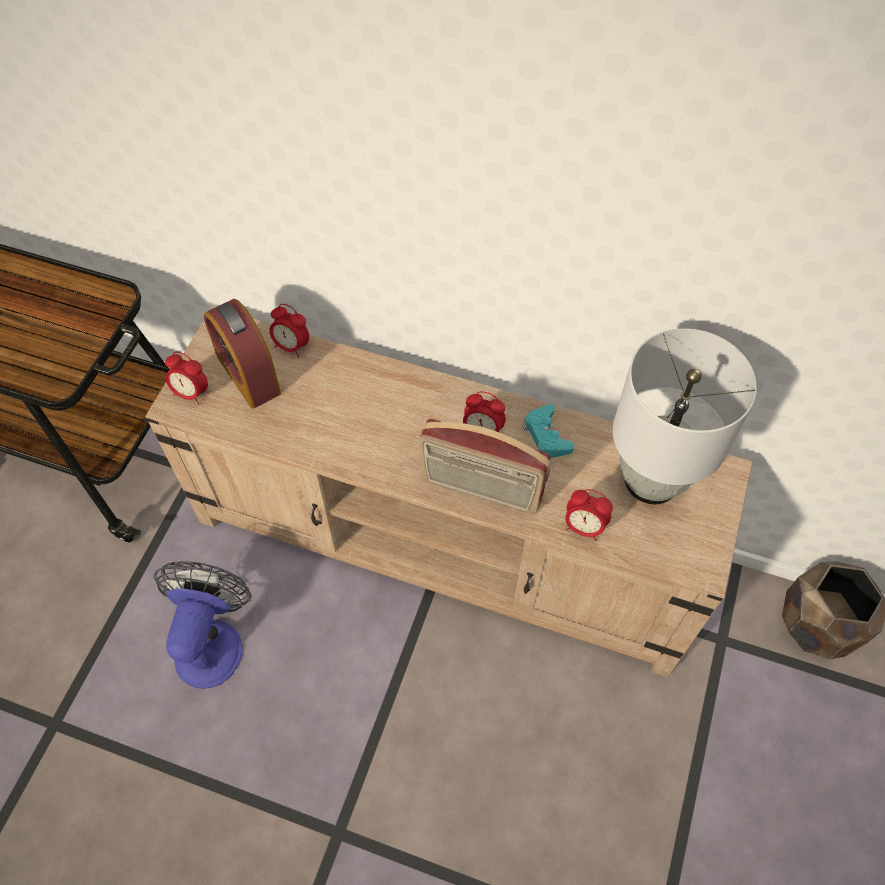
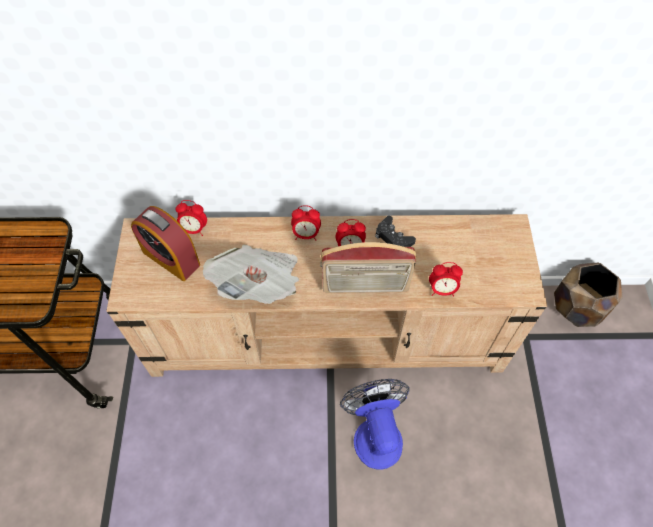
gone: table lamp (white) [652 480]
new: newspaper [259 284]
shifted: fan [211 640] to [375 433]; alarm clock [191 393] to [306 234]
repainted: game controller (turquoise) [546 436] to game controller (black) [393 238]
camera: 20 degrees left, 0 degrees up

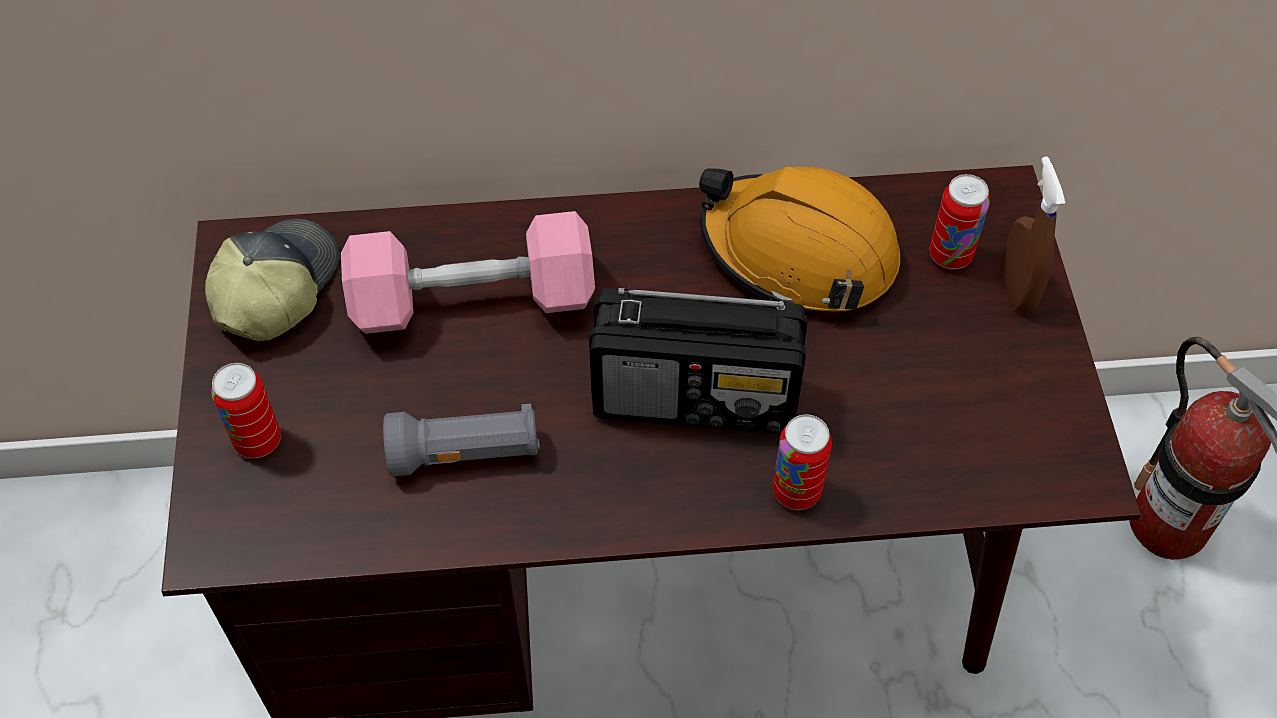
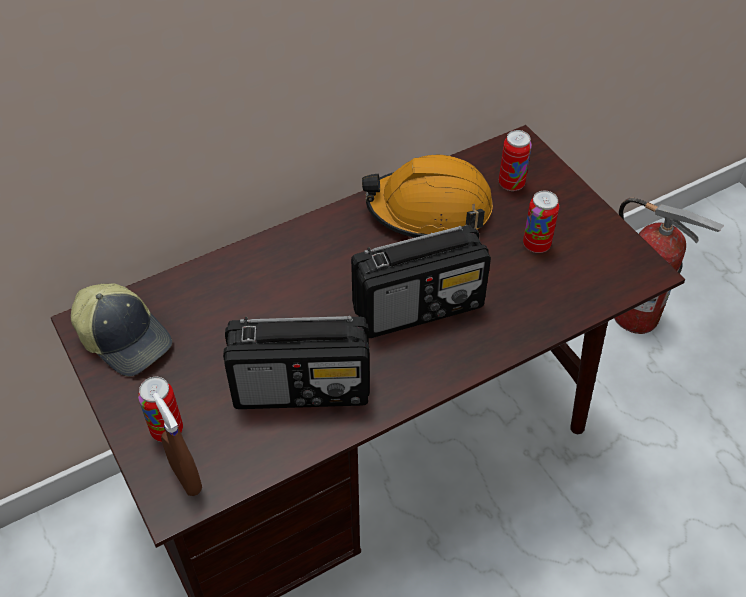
gone: dumbbell (pink) [473 300]
shifted: can [796 491] to [536 245]; spray bottle (brown) [1016 289] to [186 478]
swapped: flashlight (grey) [466 454] to radio [303 388]
rotated: cap [274 288] = [125 338] 135 degrees clockwise
camera: 25 degrees left, 5 degrees down

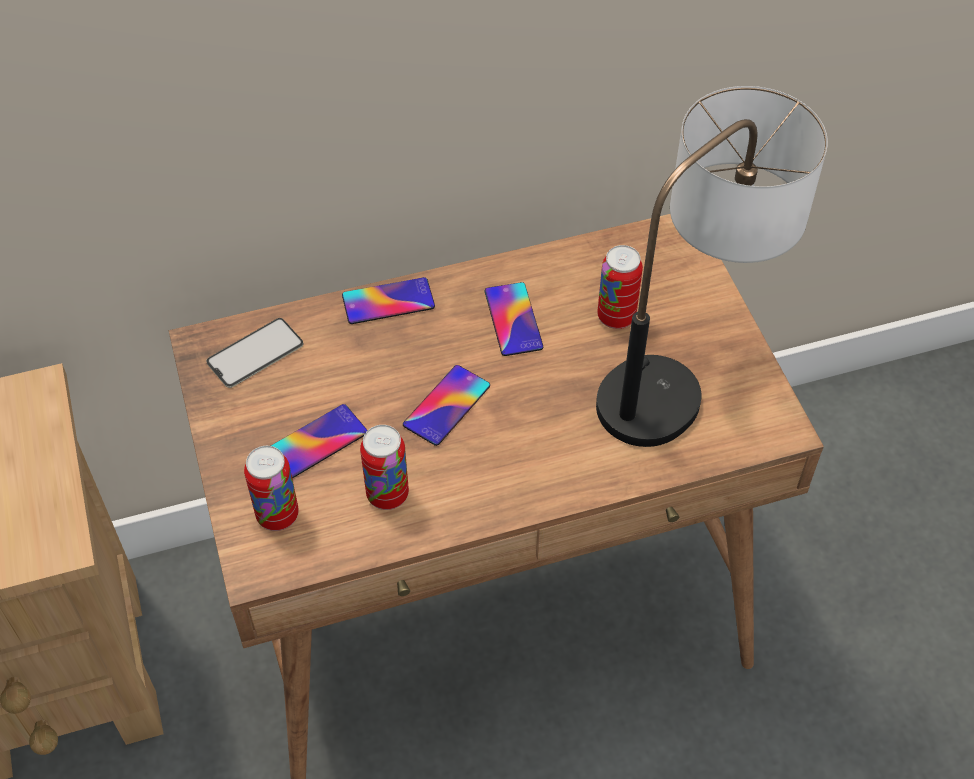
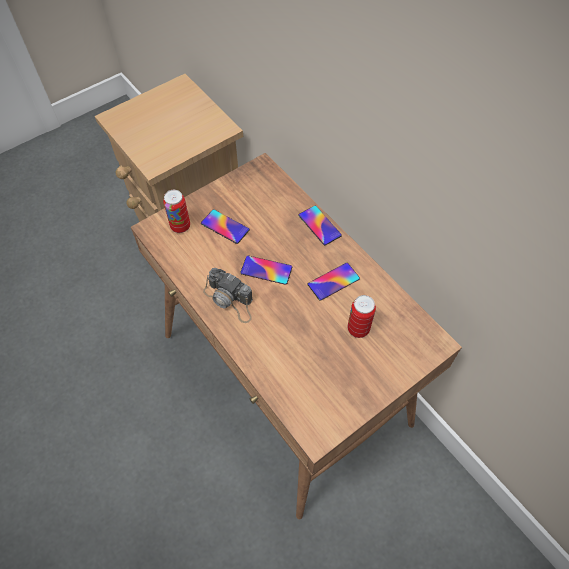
gone: phone [255 353]; can [387 494]; table lamp [684 373]
new: photo camera [230 300]
camera: 70 degrees right, 5 degrees up

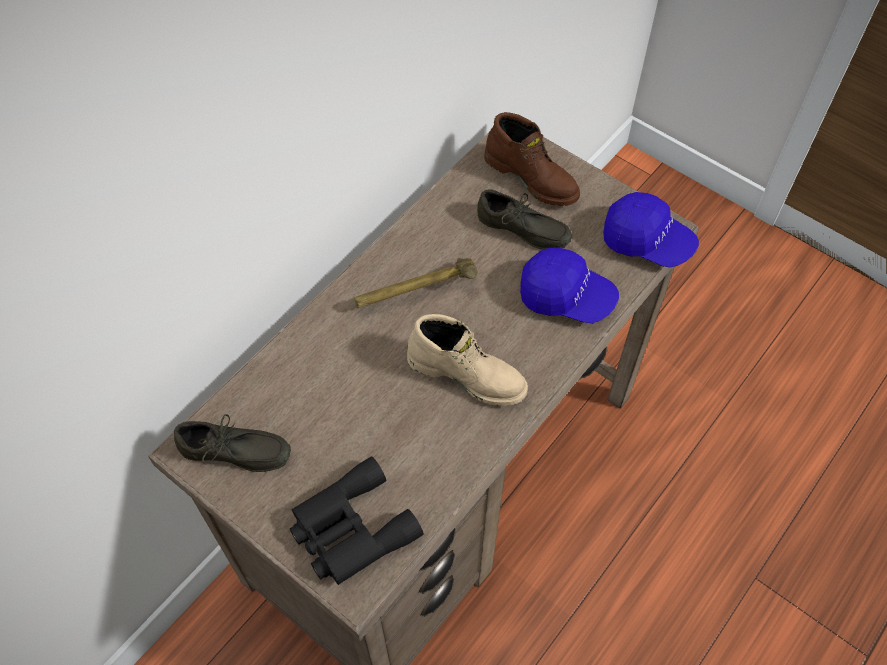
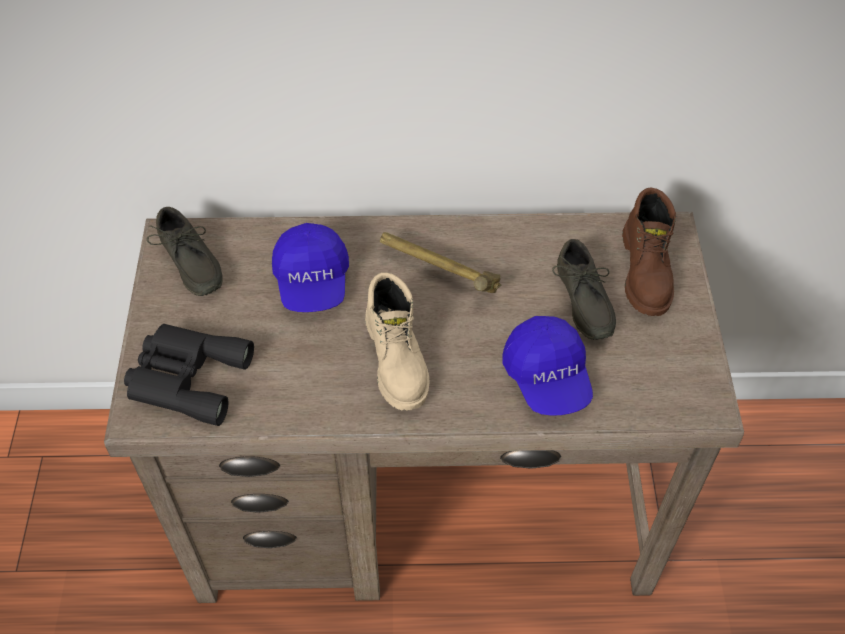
shifted: cap (blue) [647 242] to [312 282]
camera: 50 degrees right, 5 degrees down

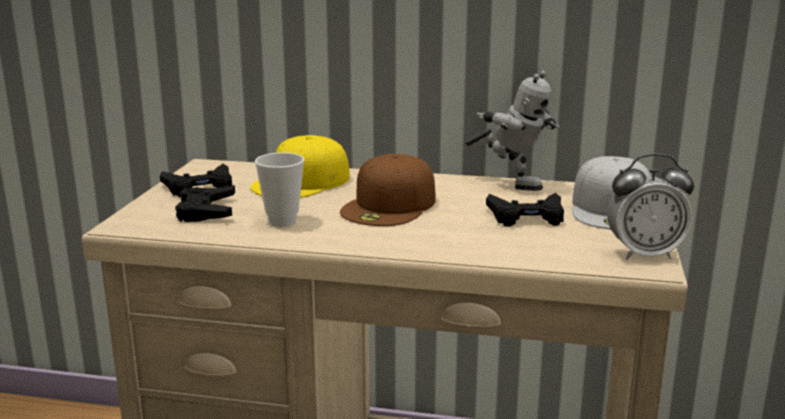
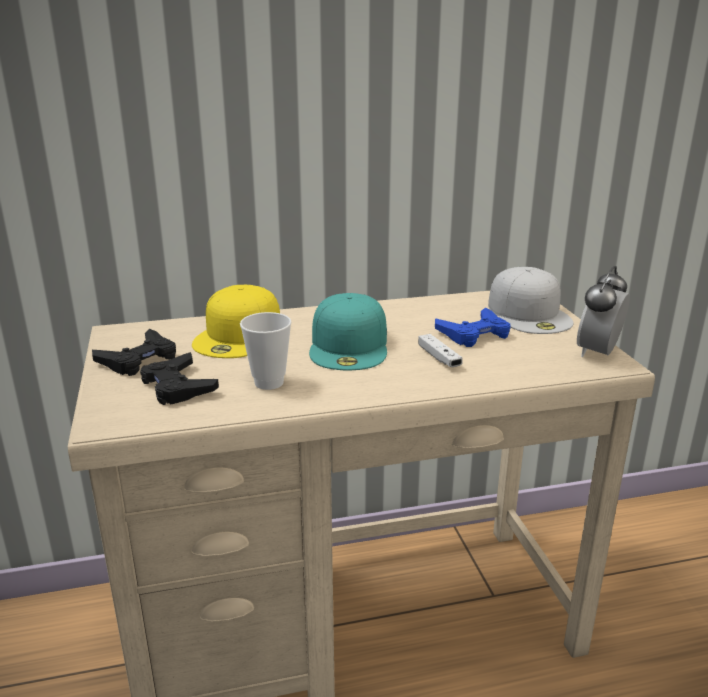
gone: toy robot [511 184]
new: game controller (white) [439 358]
repainted: cap (brown) [390 206] to cap (turquoise) [350 345]; game controller (black) [527 216] to game controller (blue) [474 334]
rotated: alarm clock [644 254] = [598 352] 150 degrees clockwise
camera: 25 degrees left, 5 degrees up

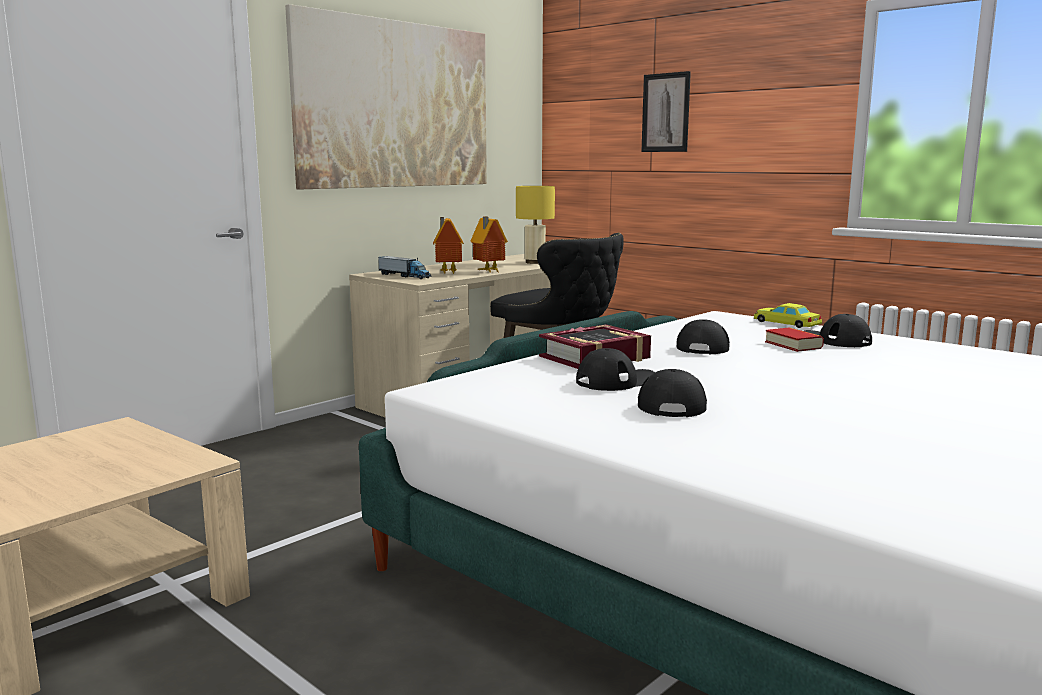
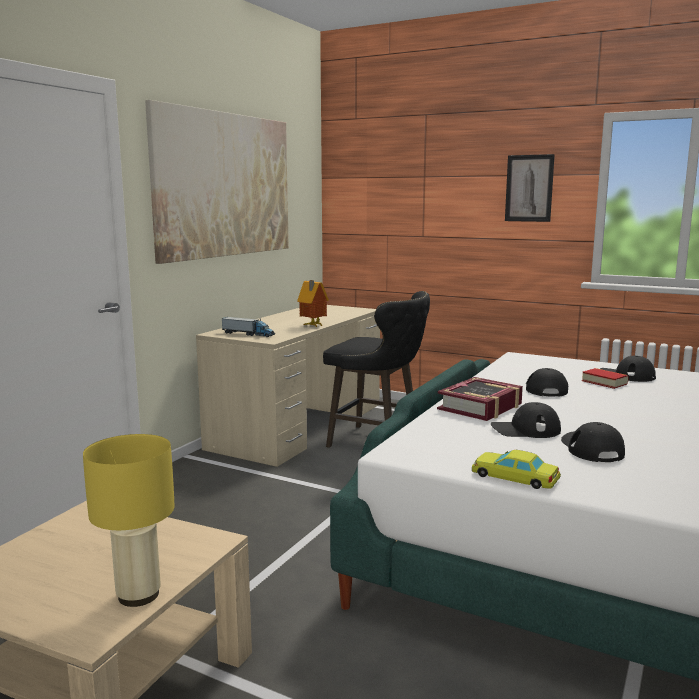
gone: toy house [447 273]
shifted: table lamp (yellow) [534 262] to [137 595]; picture [665 112] to [529 188]; toy car (yellow) [786 323] to [514 477]
rotated: cap (black) [616 381] = [525 430] 135 degrees counterclockwise
camera: 15 degrees left, 0 degrees up

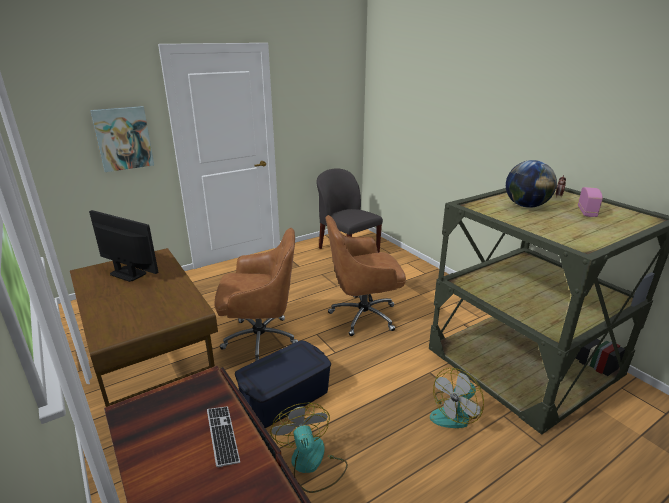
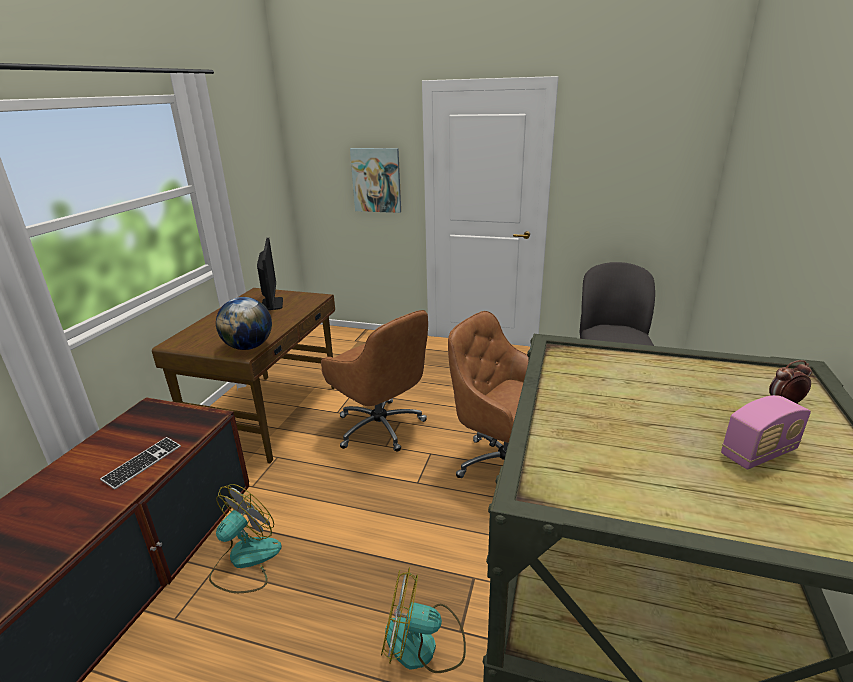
gone: storage box (blue) [284 396]
shifted: globe [526 206] to [248 347]
camera: 50 degrees right, 0 degrees up

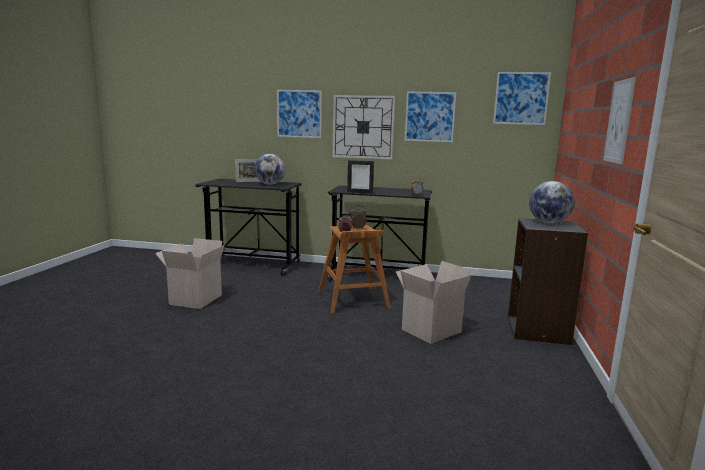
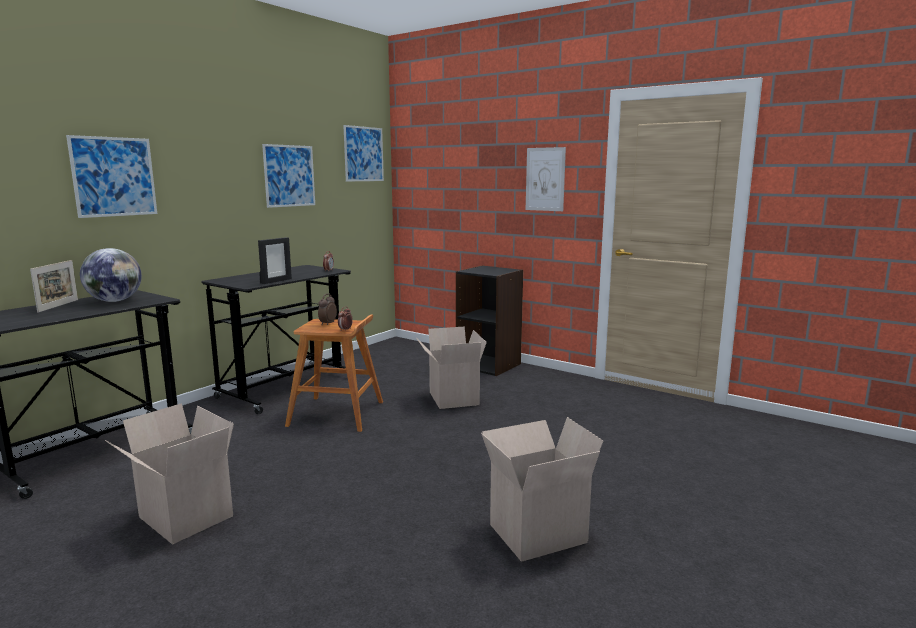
gone: wall clock [363 127]; globe [548 222]
new: cardboard box [537 532]
camera: 65 degrees left, 0 degrees up

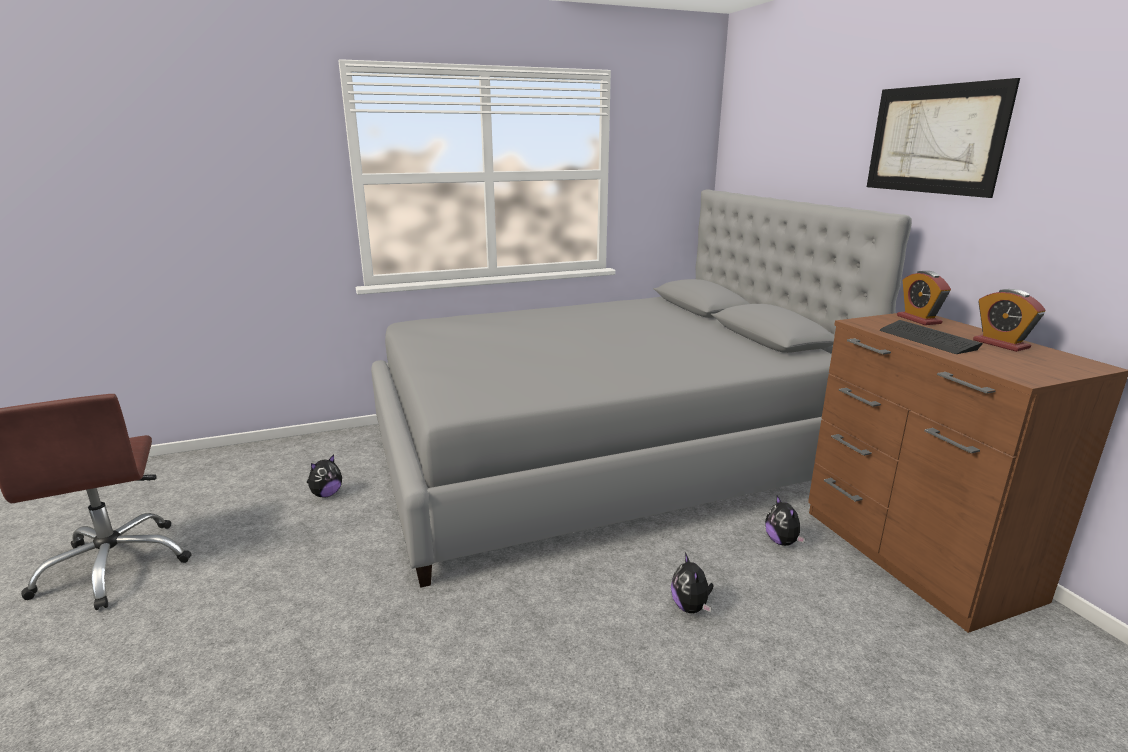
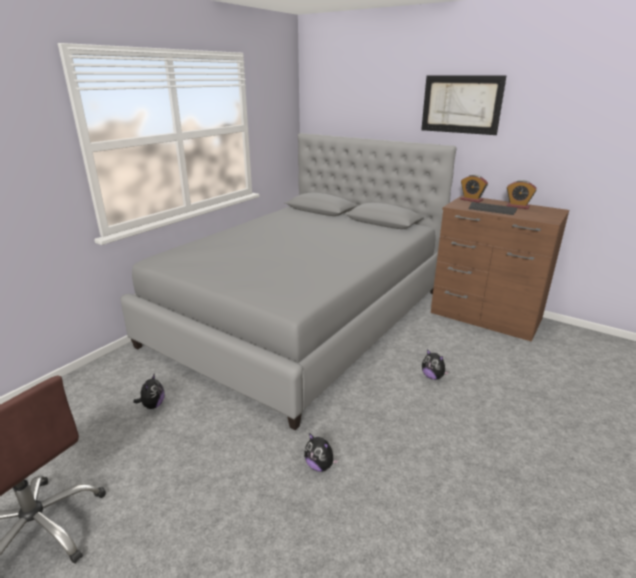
shifted: plush toy [782 542] to [320 465]
camera: 35 degrees left, 5 degrees up

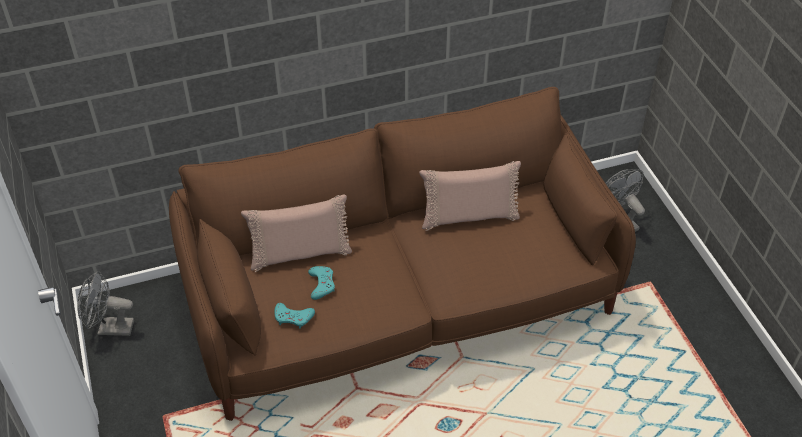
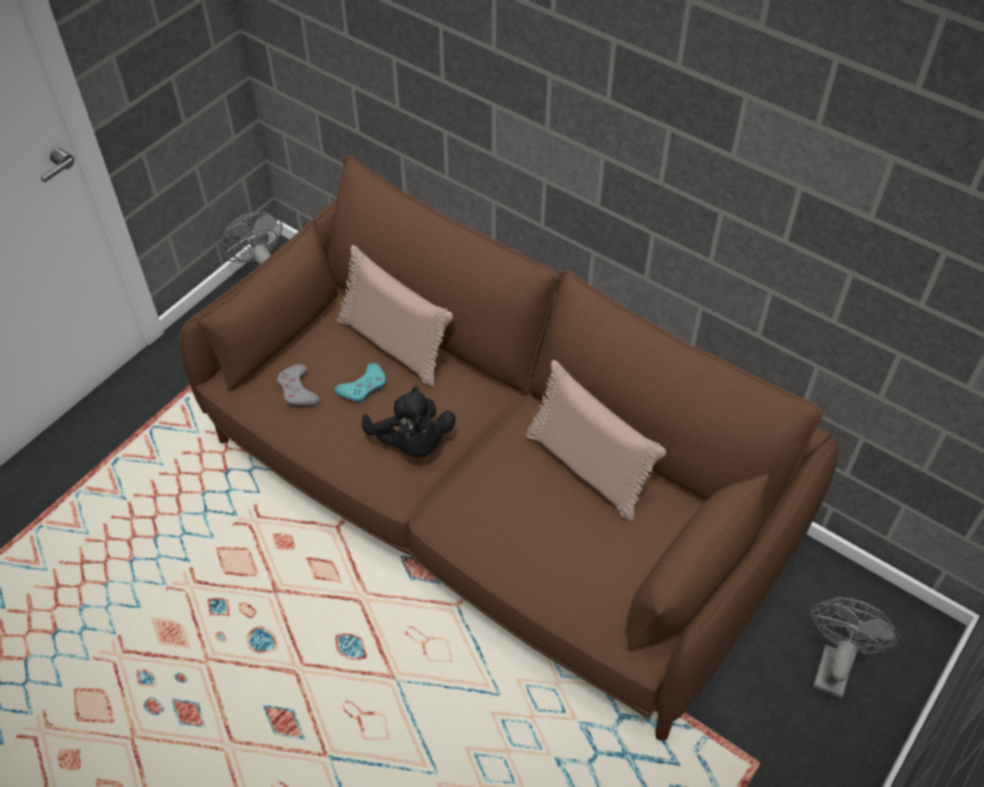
new: plush toy (black) [412 442]
repainted: game controller (turquoise) [293 317] to game controller (grey) [298 390]
camera: 55 degrees right, 5 degrees up

